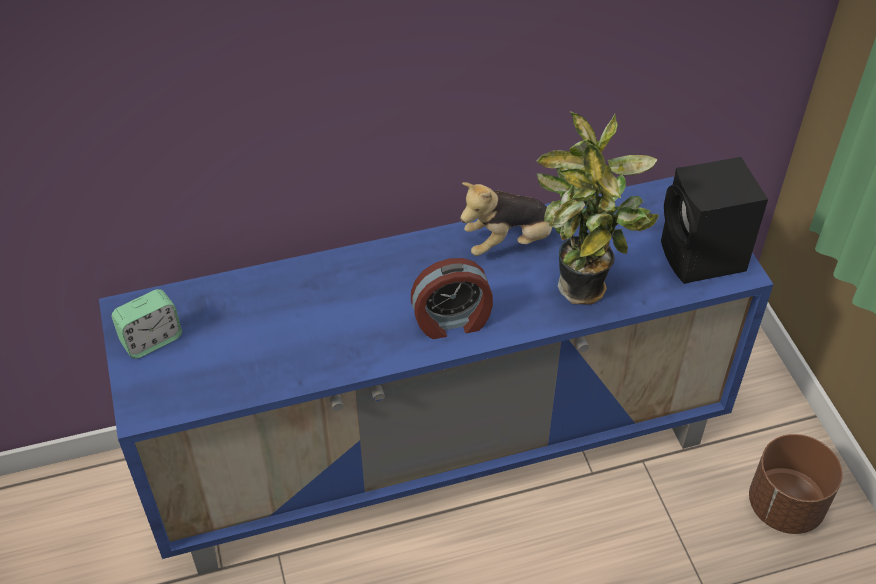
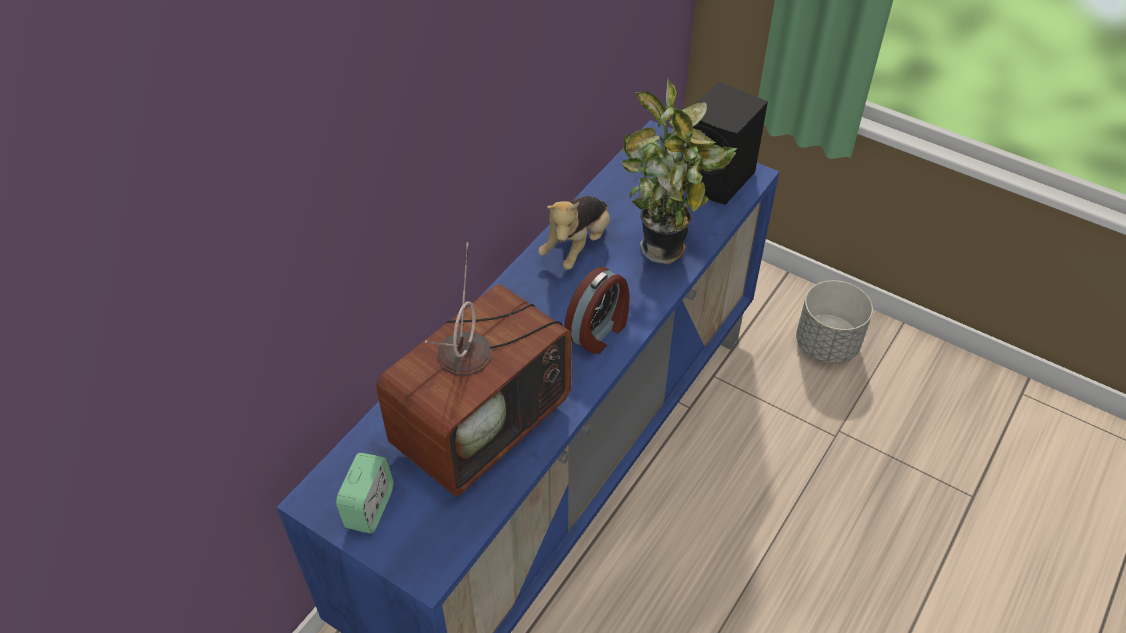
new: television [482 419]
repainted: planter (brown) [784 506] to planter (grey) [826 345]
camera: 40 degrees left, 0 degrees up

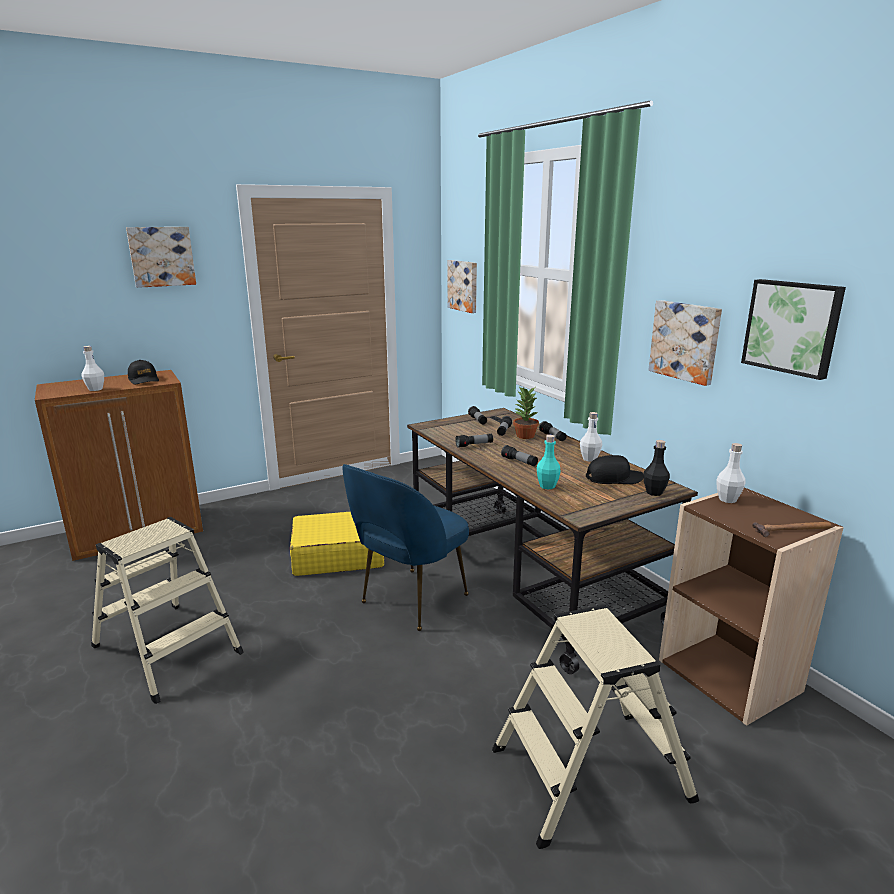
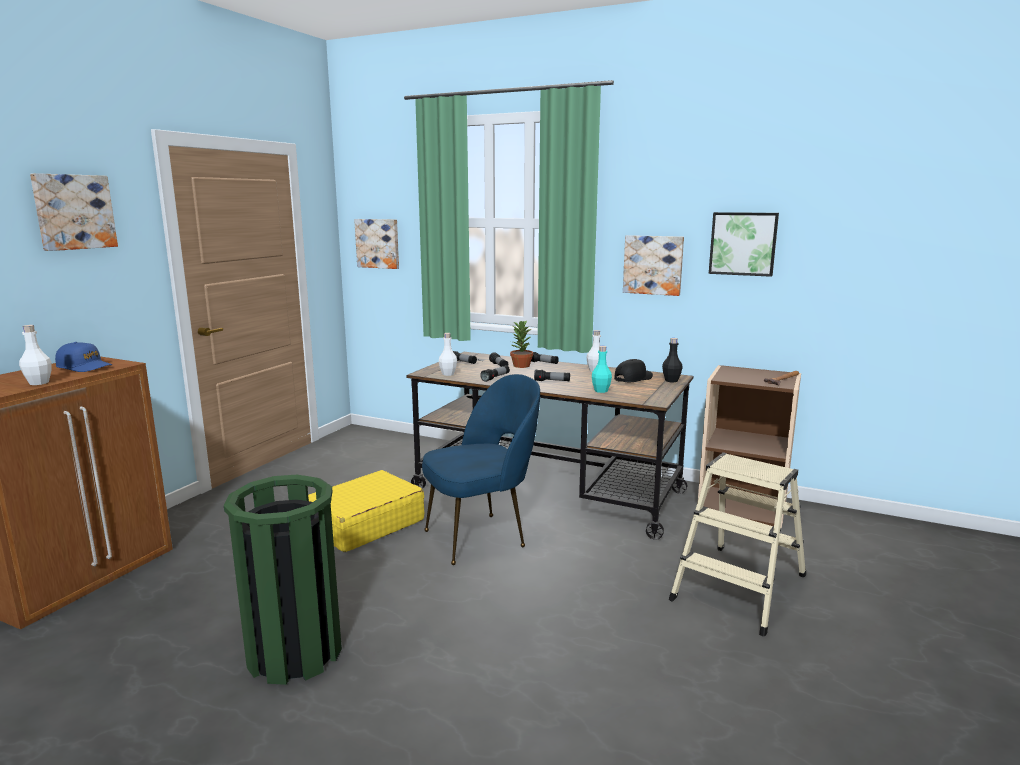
shifted: bottle (white) [727 499] to [448 374]
swapped: step ladder (beige) [166 648] to trash can (green) [294 653]
repainted: cap (black) [144 380] to cap (blue) [84 367]
rotated: chair (blue) [409 603] = [482 537] 120 degrees counterclockwise
camera: 35 degrees left, 5 degrees down

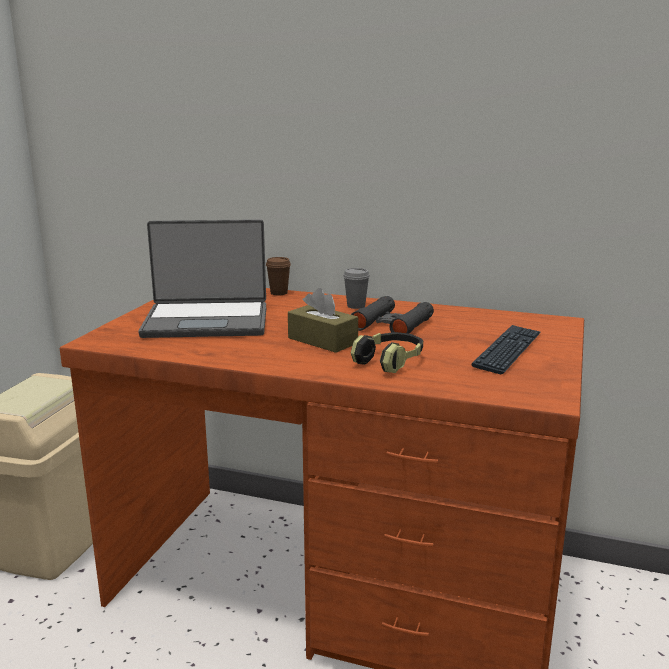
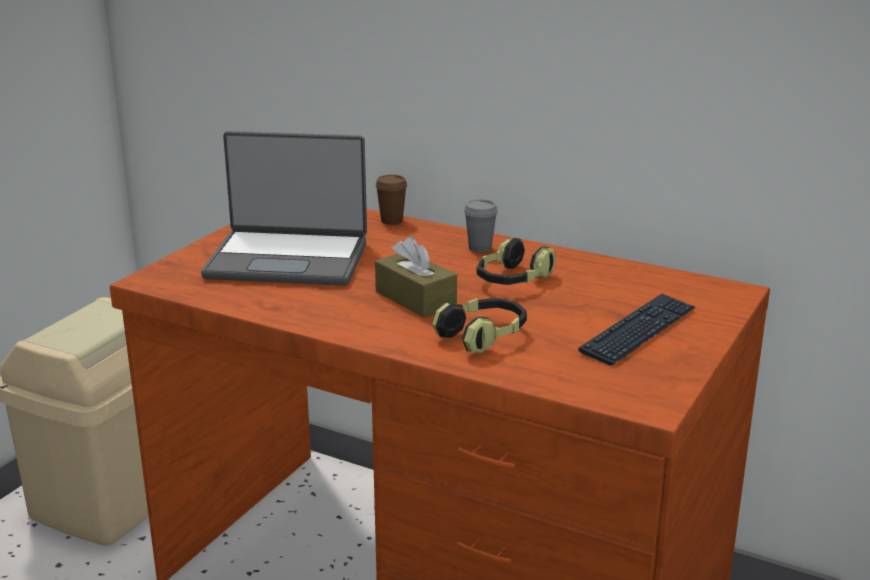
swapped: binoculars (black) [392 324] to headphones [513 280]
camera: 10 degrees right, 5 degrees up

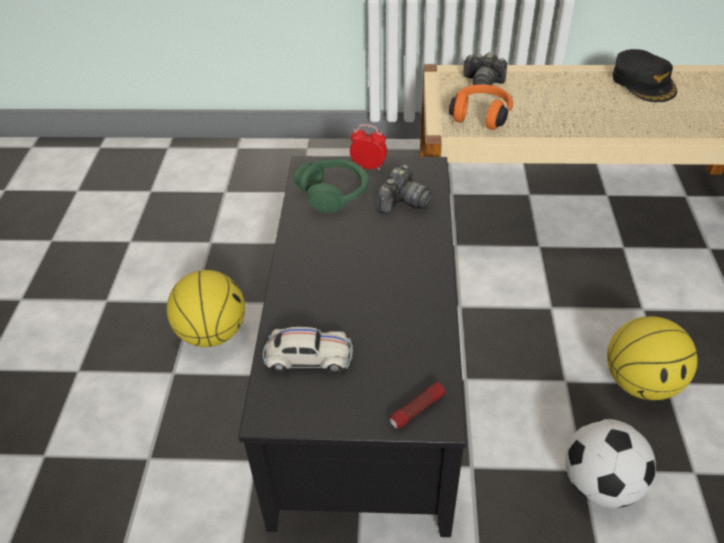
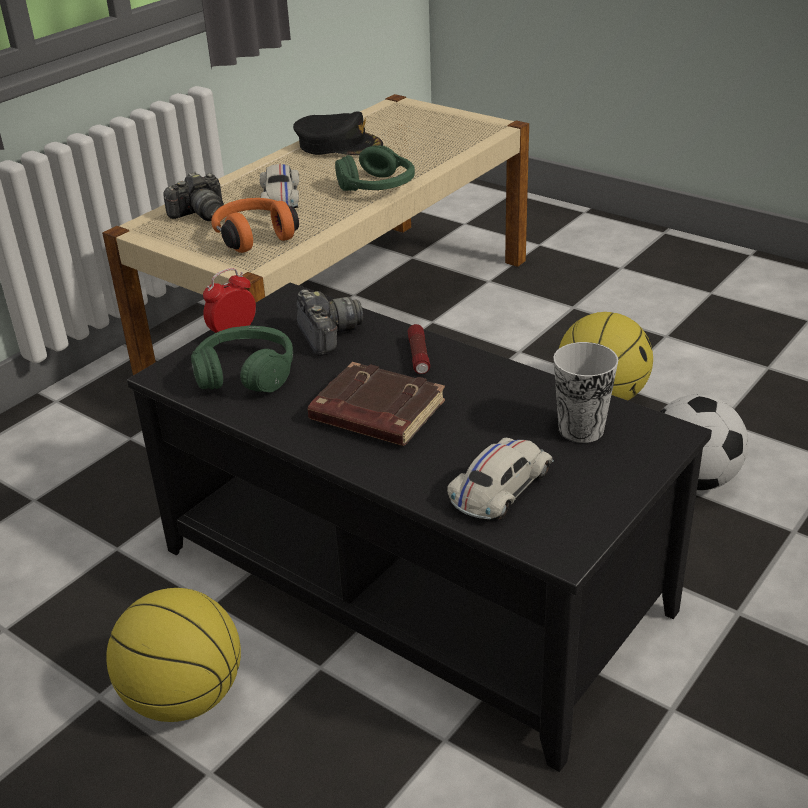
new: toy car (white) [280 198]; book (brown) [375 413]; headphones (green) [377 187]; cup [581 429]
shifted: flashlight [417 410] to [419 356]
camera: 55 degrees left, 10 degrees down

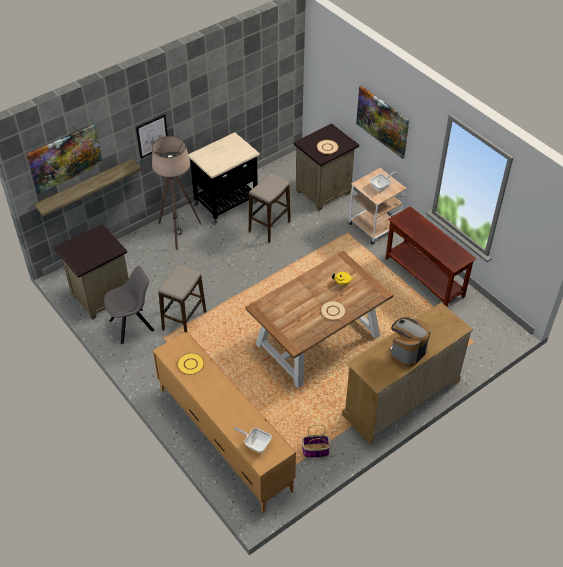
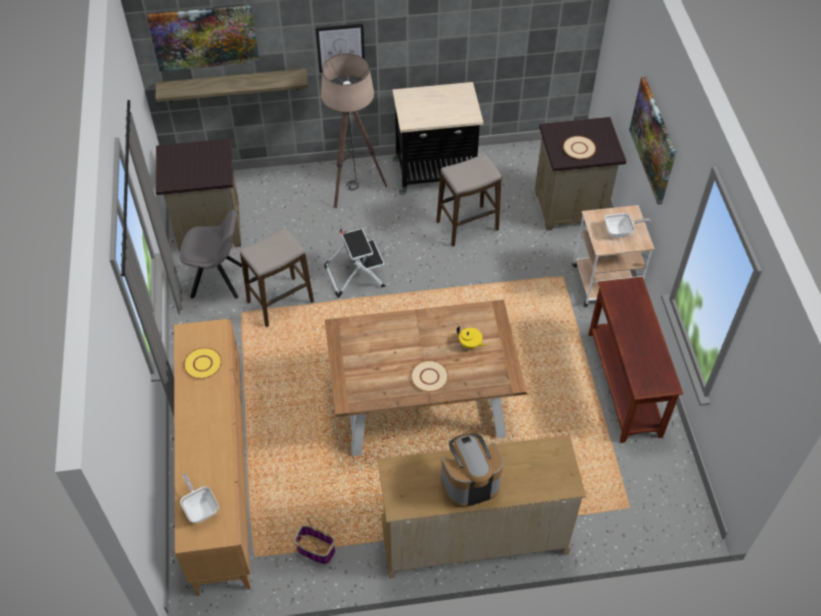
new: step ladder [355 274]
camera: 30 degrees right, 5 degrees up

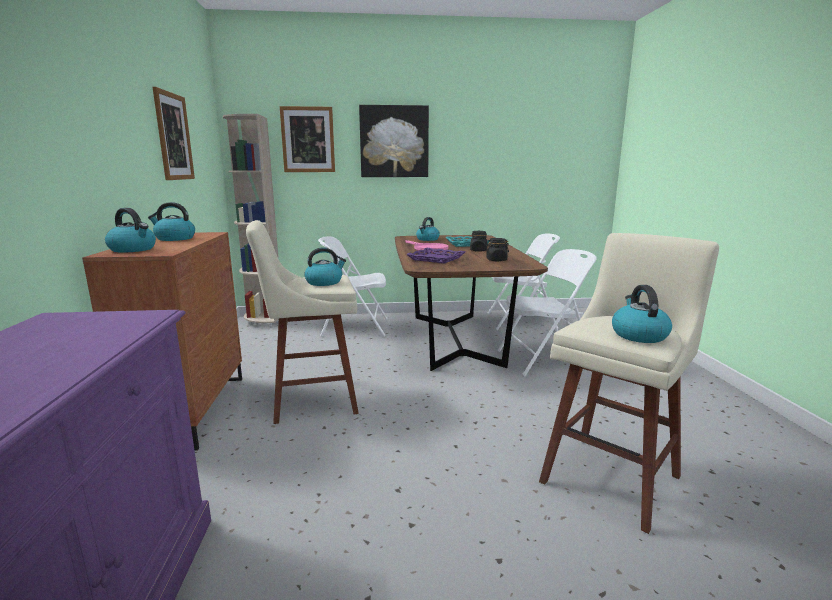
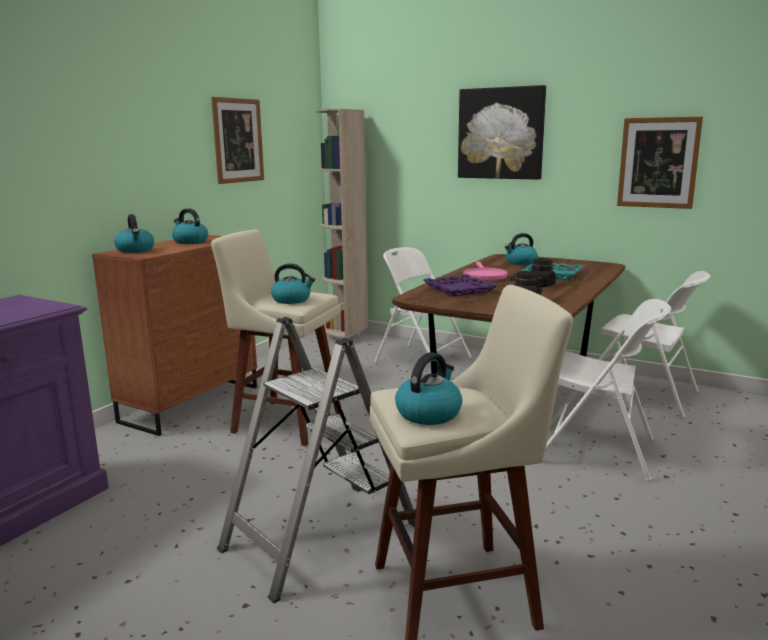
new: step ladder (grey) [318 537]
shifted: picture [308 140] to [658 163]
camera: 35 degrees right, 0 degrees up

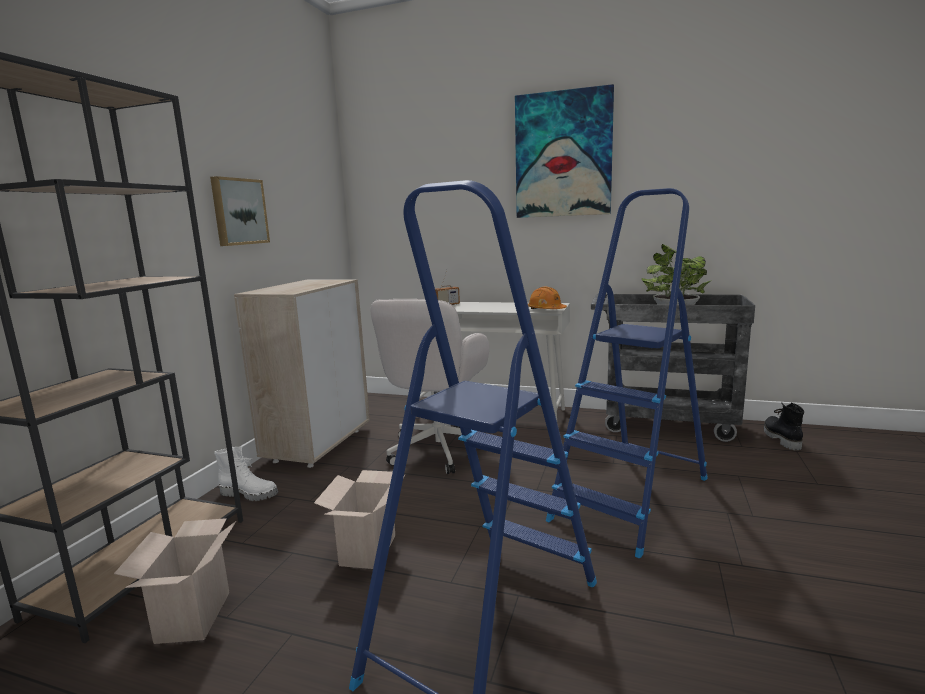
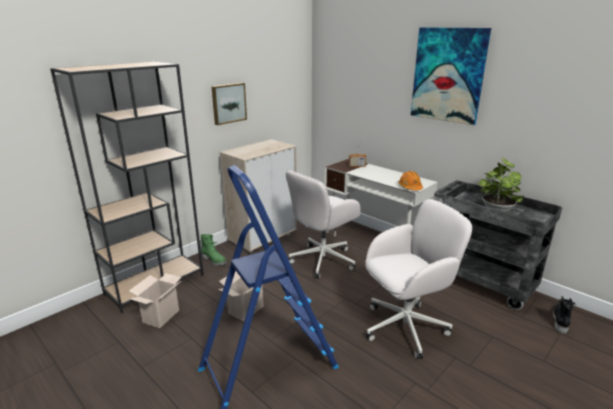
swapped: step ladder (blue) [631 498] to office chair (white) [404 328]
repainted: boot (white) [250 494] to boot (green) [214 260]
camera: 25 degrees right, 10 degrees up

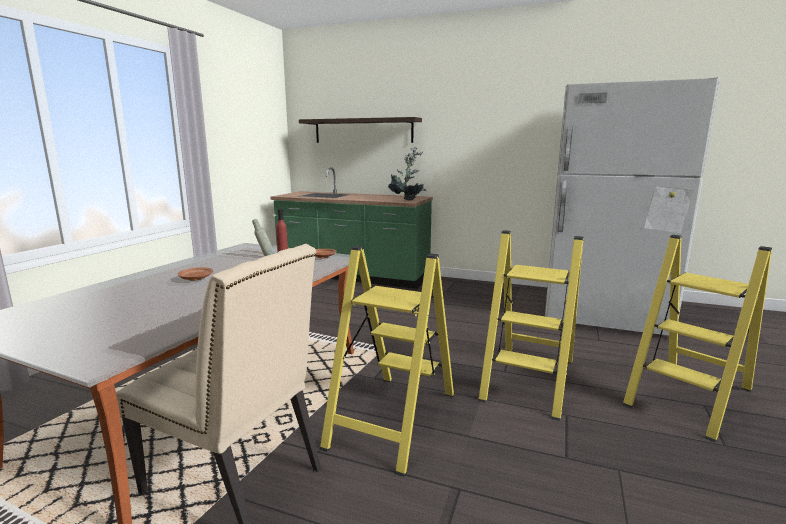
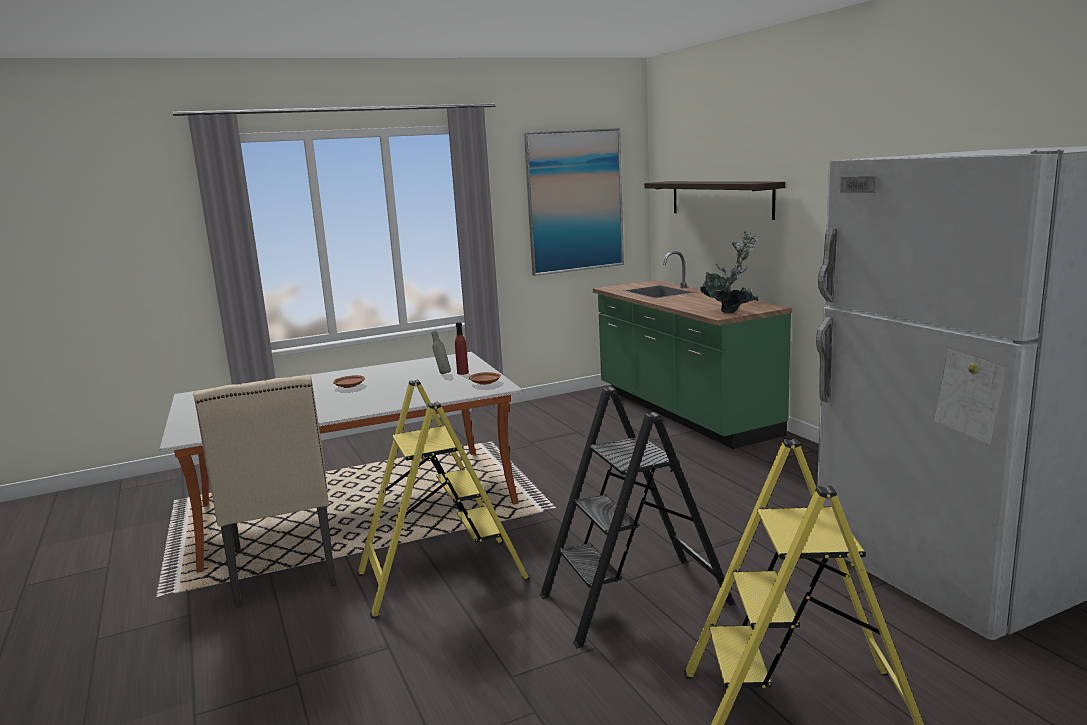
new: picture [575 201]
repainted: step ladder (yellow) [529 379] to step ladder (black) [637 599]
camera: 45 degrees right, 0 degrees up

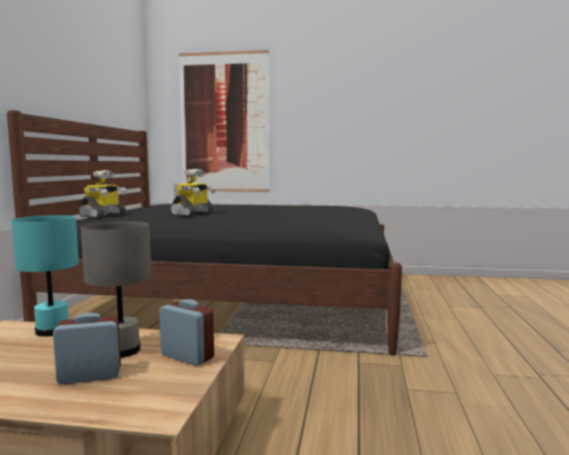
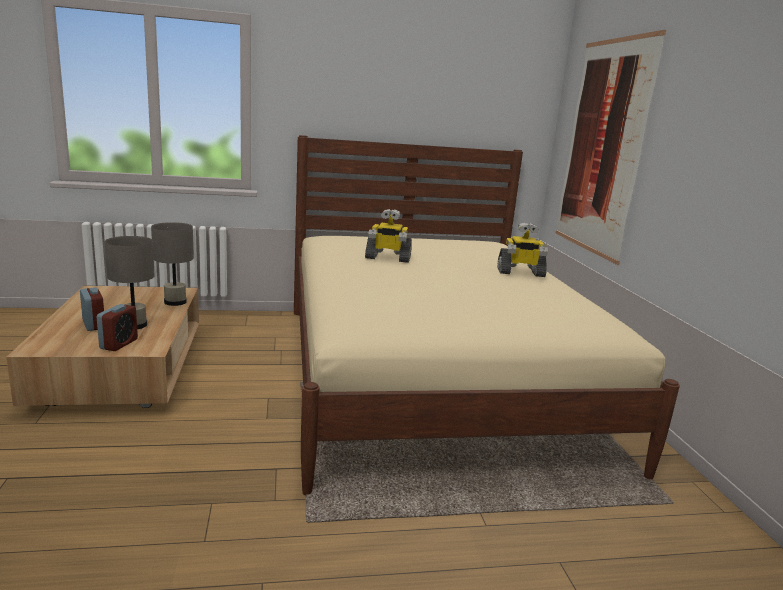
shifted: toy robot [103 215] to [520 272]
repainted: bed (black) [236 301] to bed (beige) [431 376]; table lamp (turquoise) [52 330] to table lamp (grey) [175 302]
camera: 70 degrees right, 10 degrees up

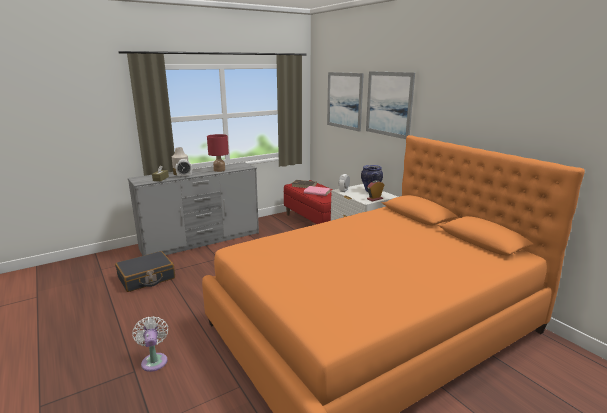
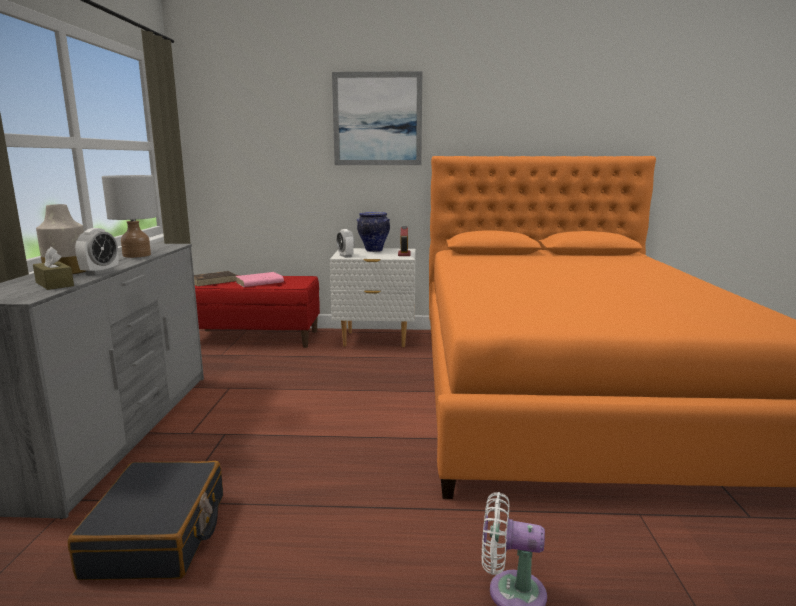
gone: picture [344 100]
repainted: table lamp (red) [219 170] to table lamp (grey) [137 255]
camera: 55 degrees left, 5 degrees down

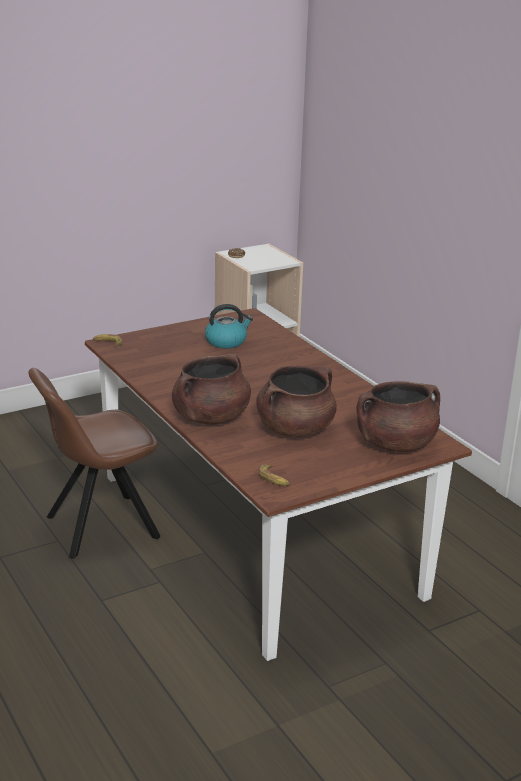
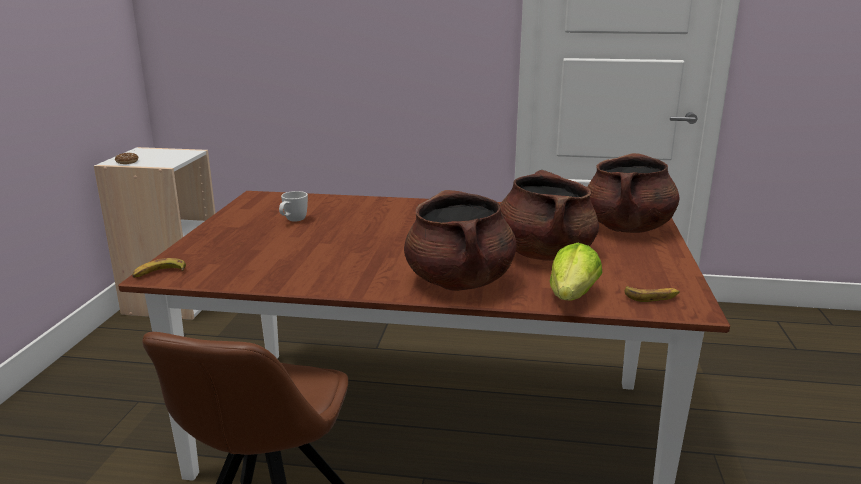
new: lettuce [572 297]
swapped: kettle [226 341] to mug (white) [293 221]
camera: 50 degrees left, 5 degrees down

